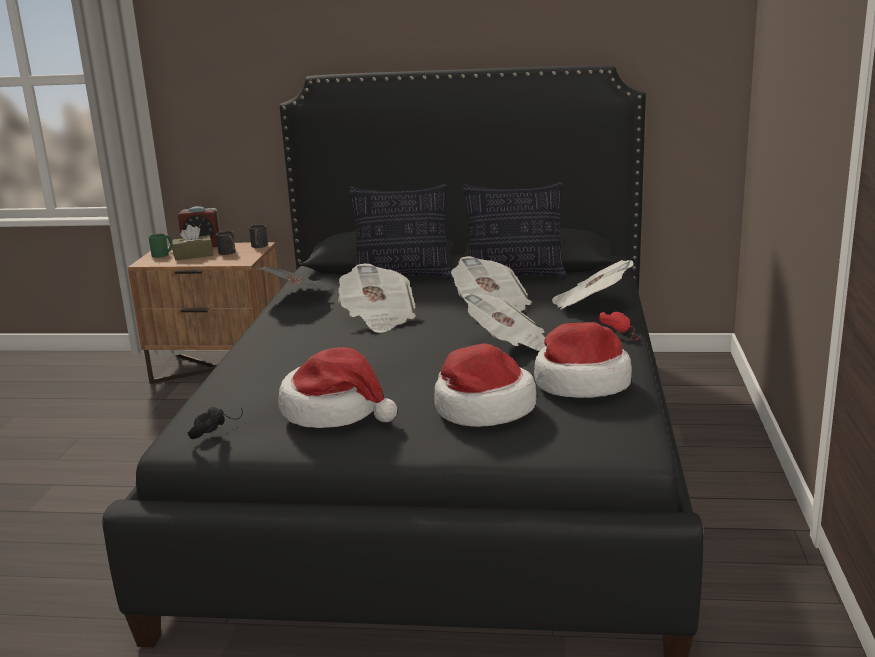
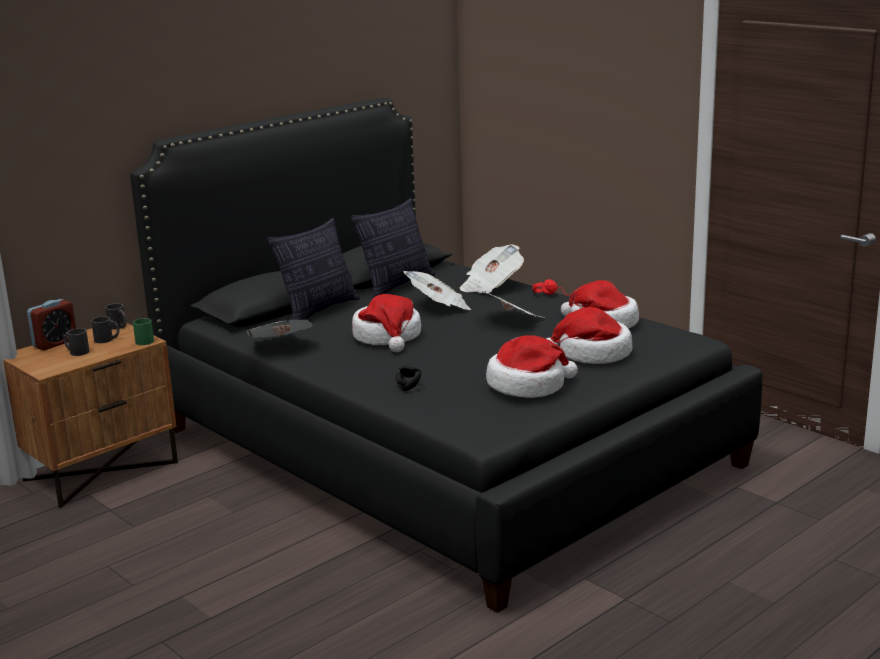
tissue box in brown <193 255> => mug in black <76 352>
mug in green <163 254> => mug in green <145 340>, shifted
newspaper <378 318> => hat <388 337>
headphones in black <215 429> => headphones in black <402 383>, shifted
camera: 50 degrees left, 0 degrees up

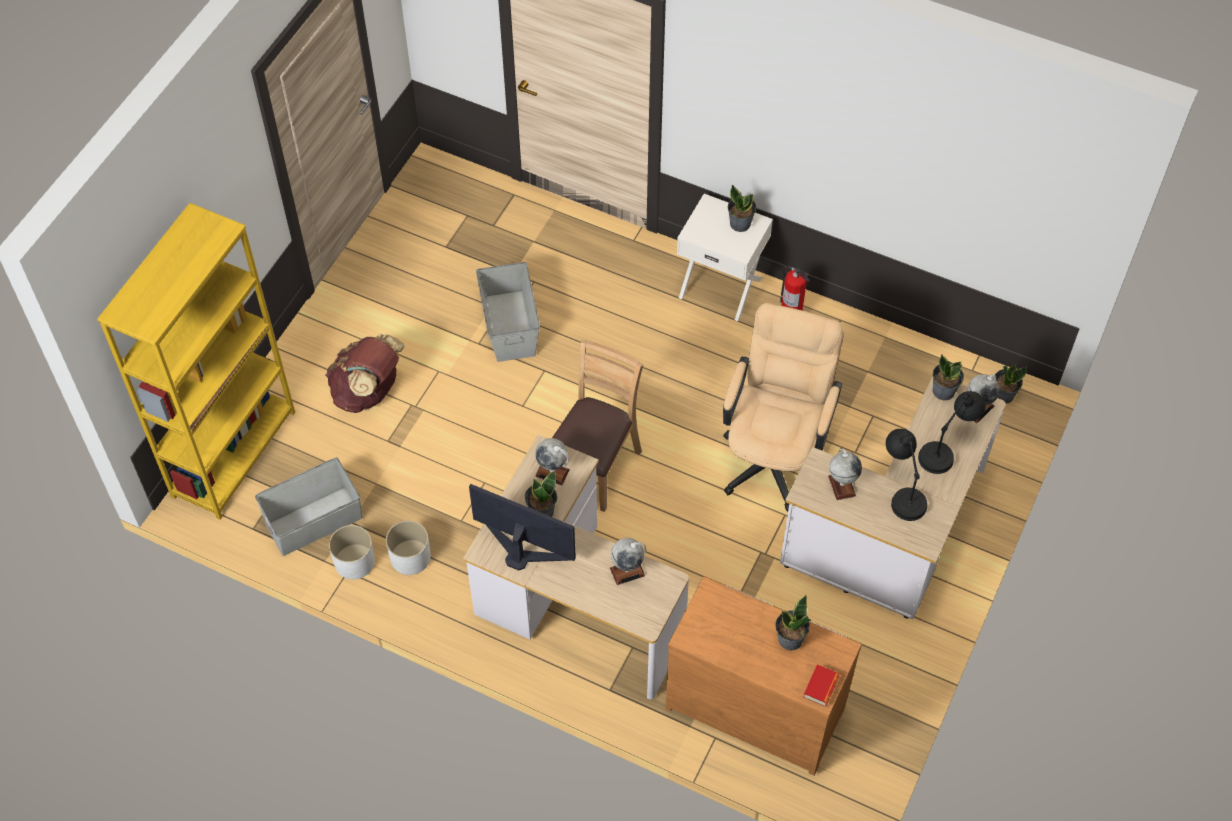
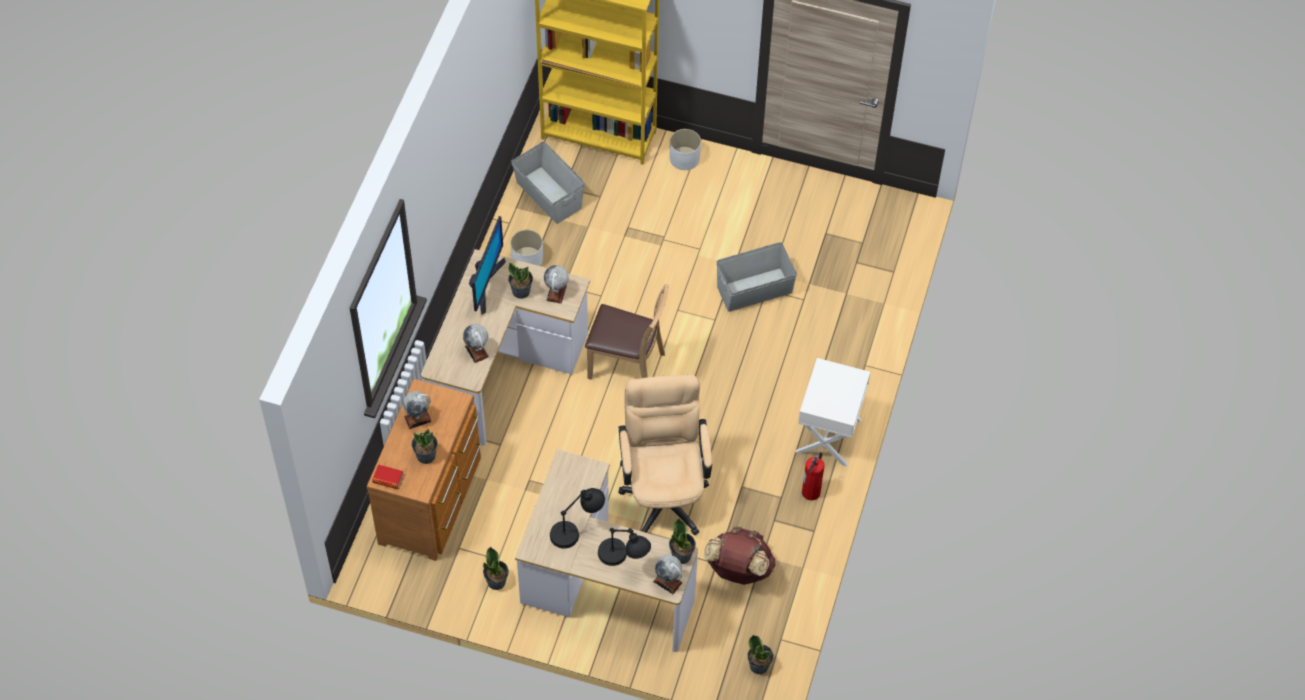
potted plant <740 223> => potted plant <497 582>, shifted
office chair in beige <774 453> => office chair in beige <664 492>, 105 degrees counterclockwise
backpack in brown <368 392> => backpack in brown <738 570>, shifted
globe <841 485> => globe <418 419>, shifted
planter in white <354 561> => planter in white <684 158>, shifted
camera: 80 degrees right, 0 degrees up

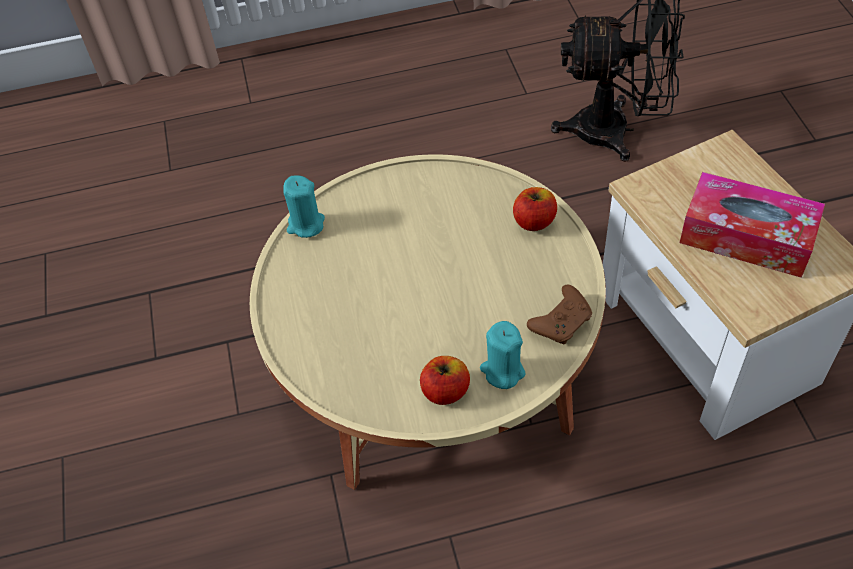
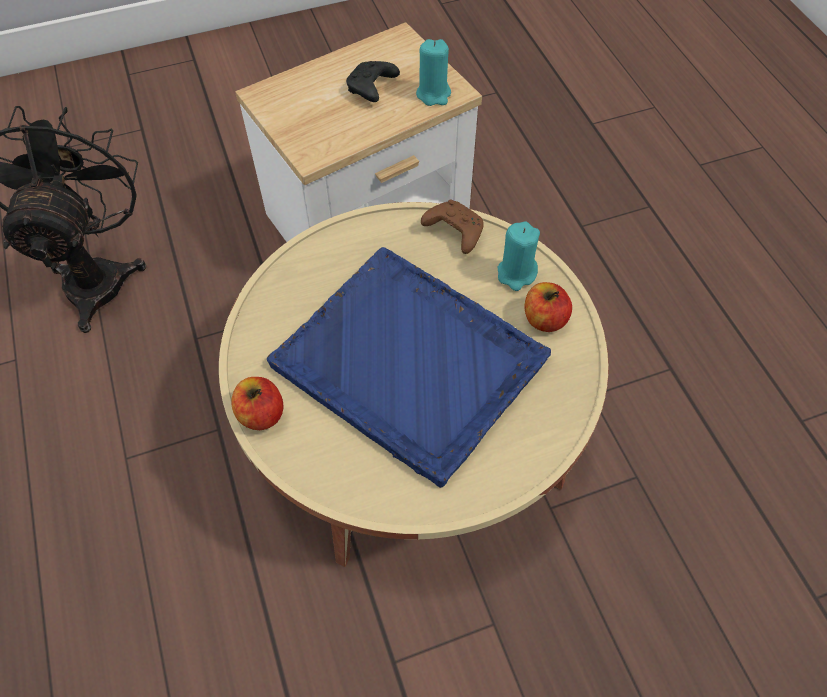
tissue box <746 237> => game controller in black <371 89>
candle in turquoise <305 224> => candle in turquoise <433 94>, shifted
apple <534 221> => apple <261 414>, shifted
nothing => tray in blue <411 364>
camera: 100 degrees left, 5 degrees up

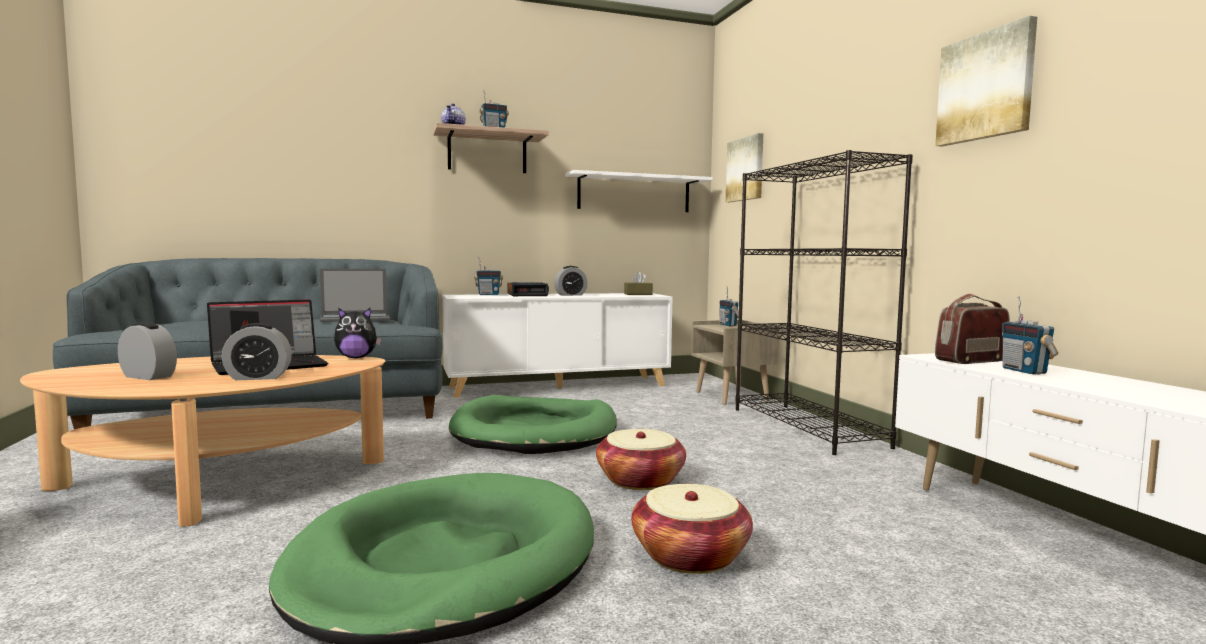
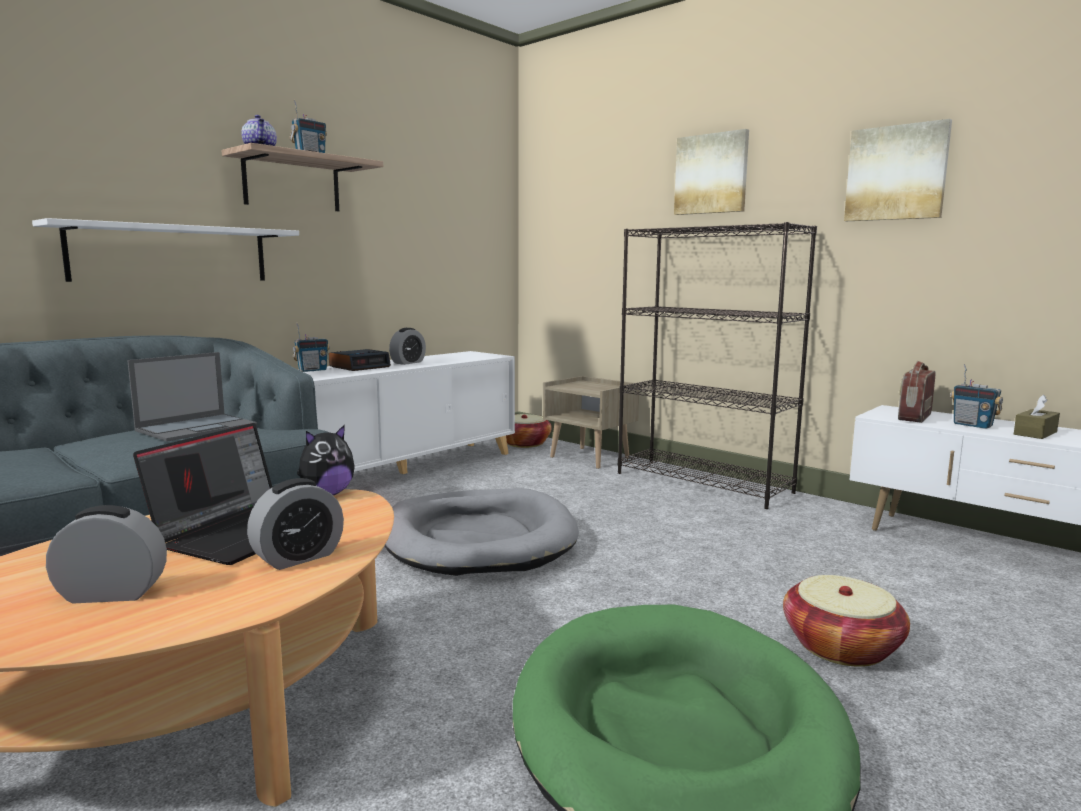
picture <746 169> => picture <711 174>, shifted
shelf in white <634 193> => shelf in white <172 254>, shifted
tissue box in brown <638 294> => tissue box in brown <1035 433>, shifted
radio <728 325> => nothing
dog bed in green <535 432> => dog bed in grey <479 539>
basket <640 480> => basket <524 443>, shifted
camera: 30 degrees left, 5 degrees up

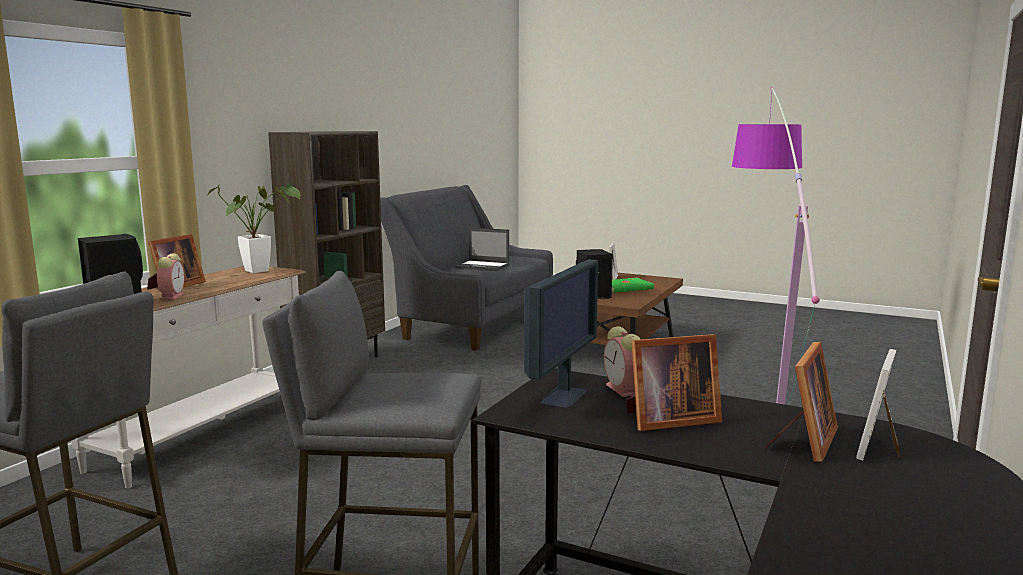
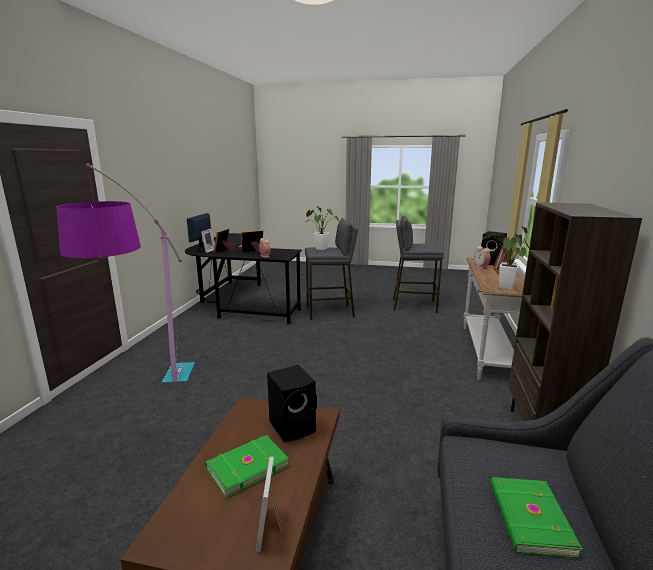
laptop <483 266> => book in green <529 518>
monitor <564 395> => monitor <201 249>, shifted
nothing => potted plant <319 248>
camera: 165 degrees right, 5 degrees up

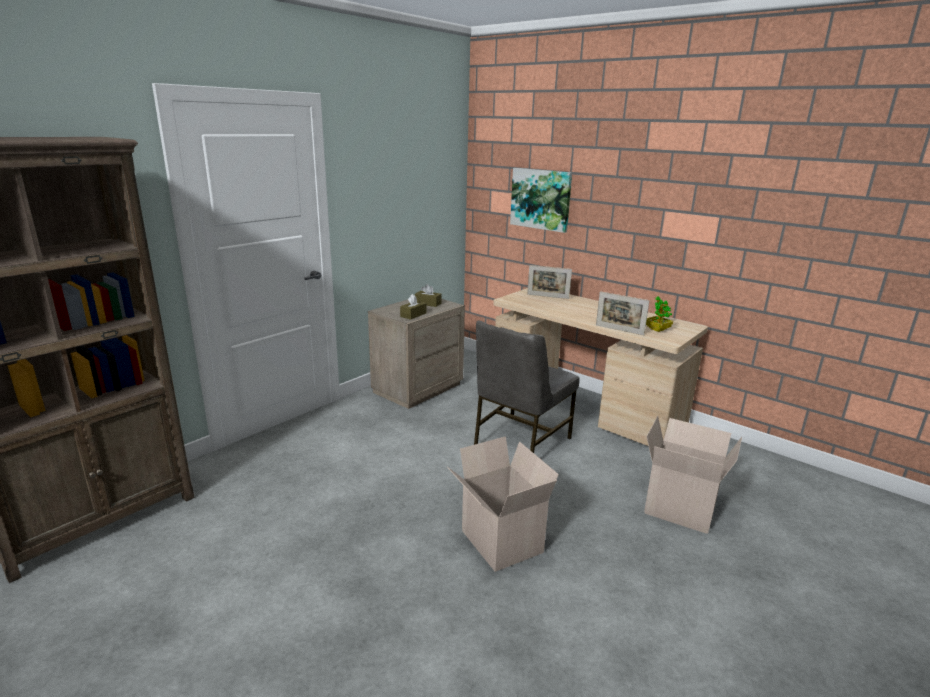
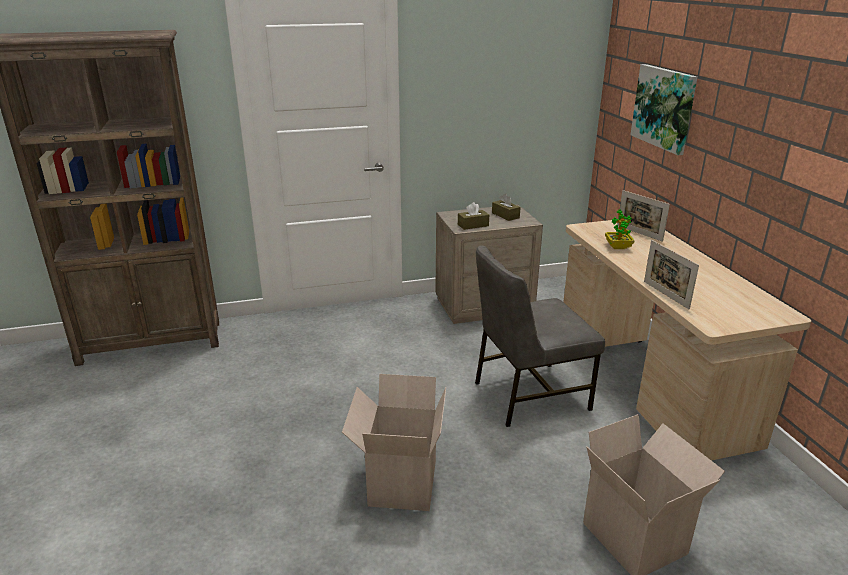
potted plant <657 329> => potted plant <618 247>, shifted
camera: 35 degrees right, 5 degrees up

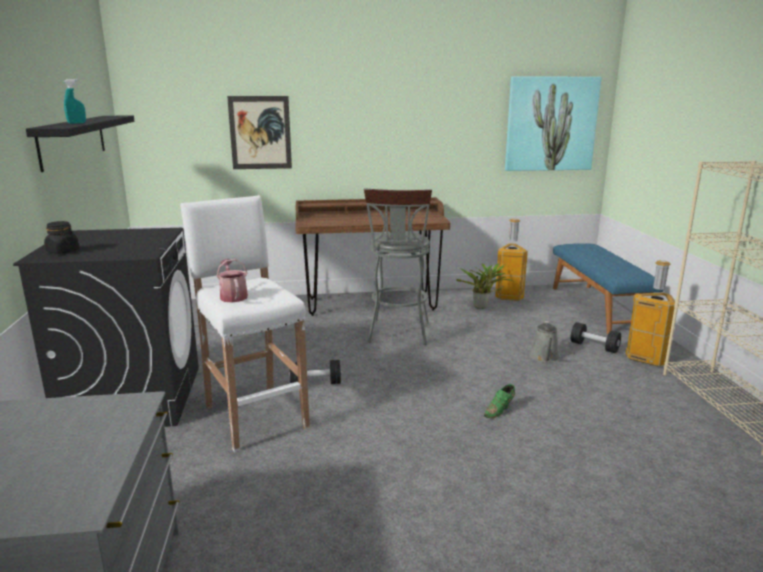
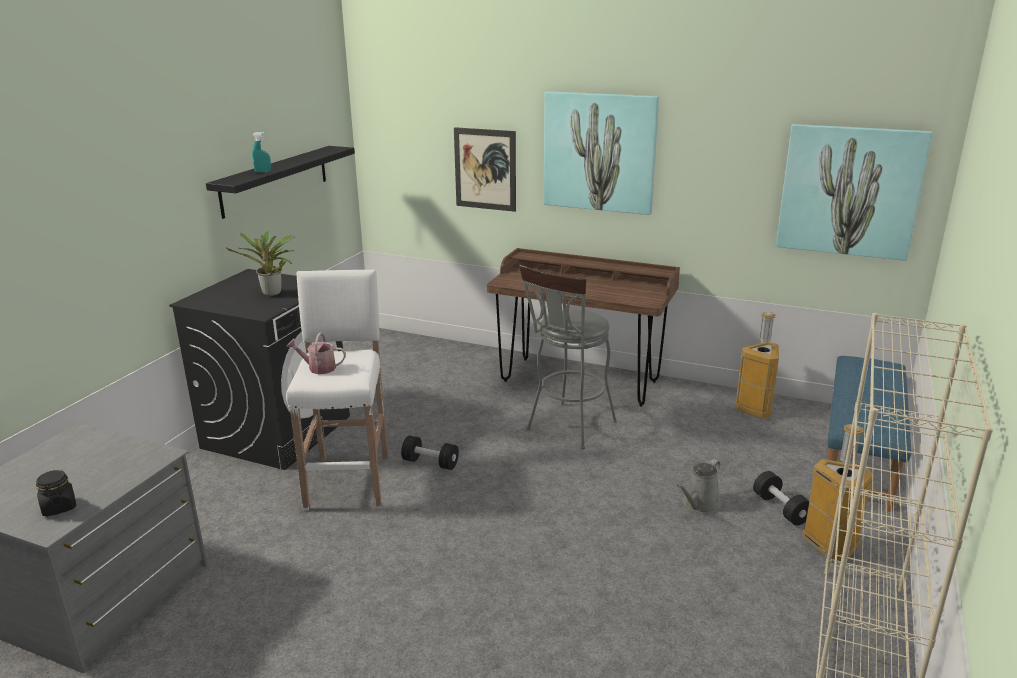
jar in black <62 251> => jar in black <59 507>, shifted
watering can <233 296> => watering can <318 368>, 90 degrees counterclockwise
potted plant <482 307> => potted plant <272 294>, shifted
shoe in green <500 410> => nothing
nothing => picture <599 152>
camera: 30 degrees right, 5 degrees up

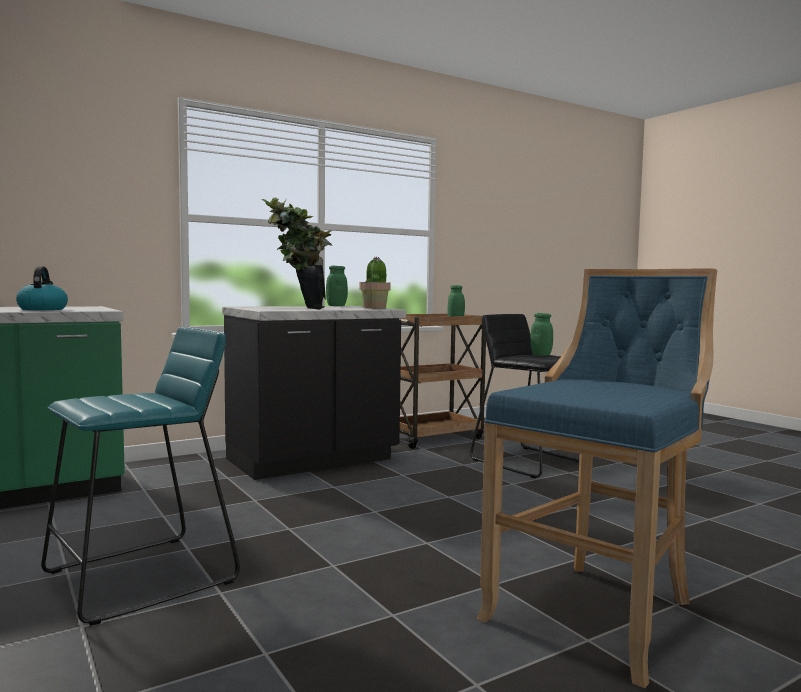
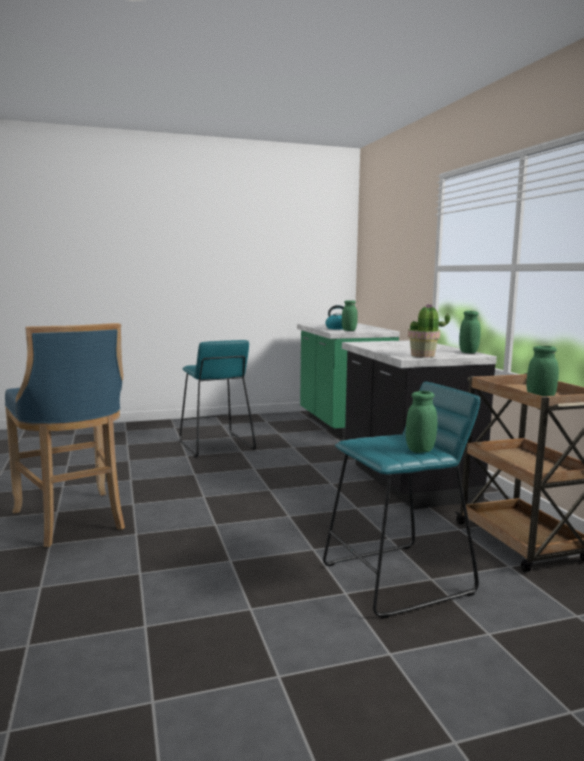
potted plant <297 308> => nothing
stool in black <529 462> => stool in turquoise <397 579>
nothing => jar in green <349 330>
camera: 105 degrees right, 5 degrees up

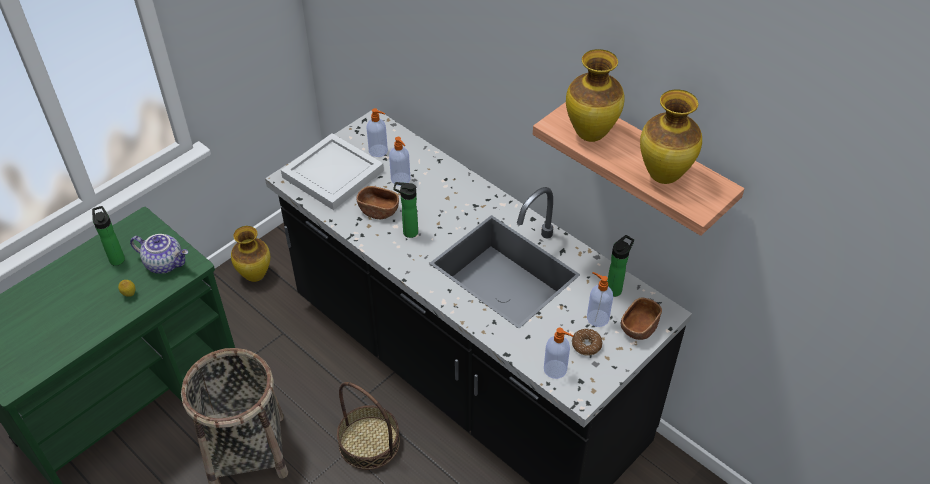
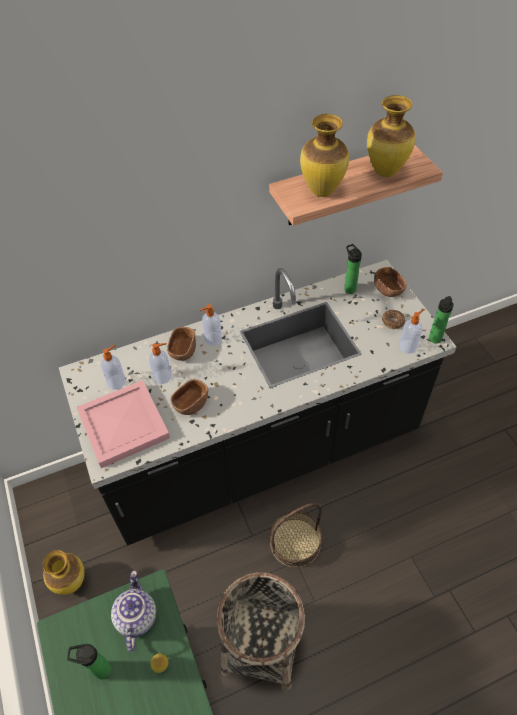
tray in white <331 174> => tray in pink <123 426>
bottle <408 232> => bottle <434 340>, shifted
teapot <165 263> => teapot <135 617>, 45 degrees counterclockwise
soap dispenser <597 318> => soap dispenser <212 339>, shifted
nothing => bowl in brown <183 351>
camera: 65 degrees left, 5 degrees up

